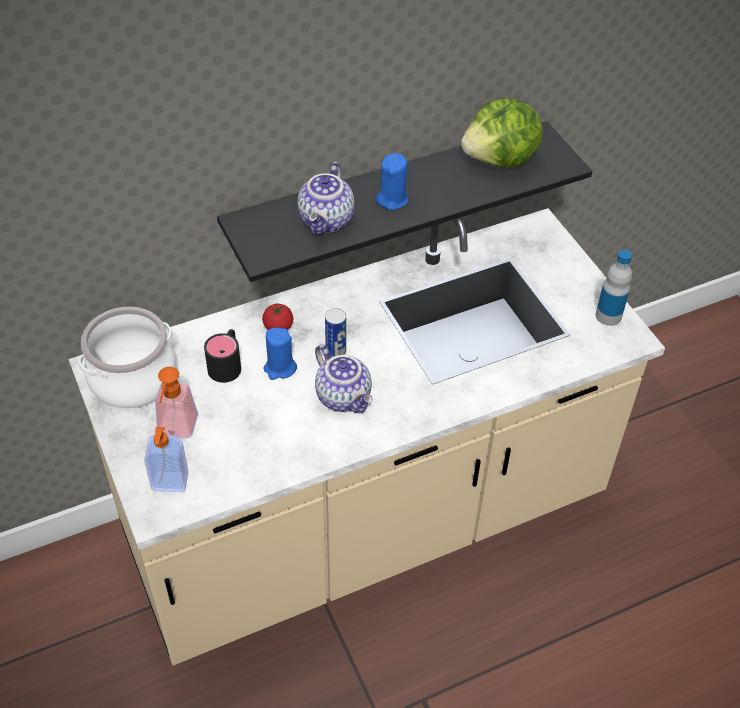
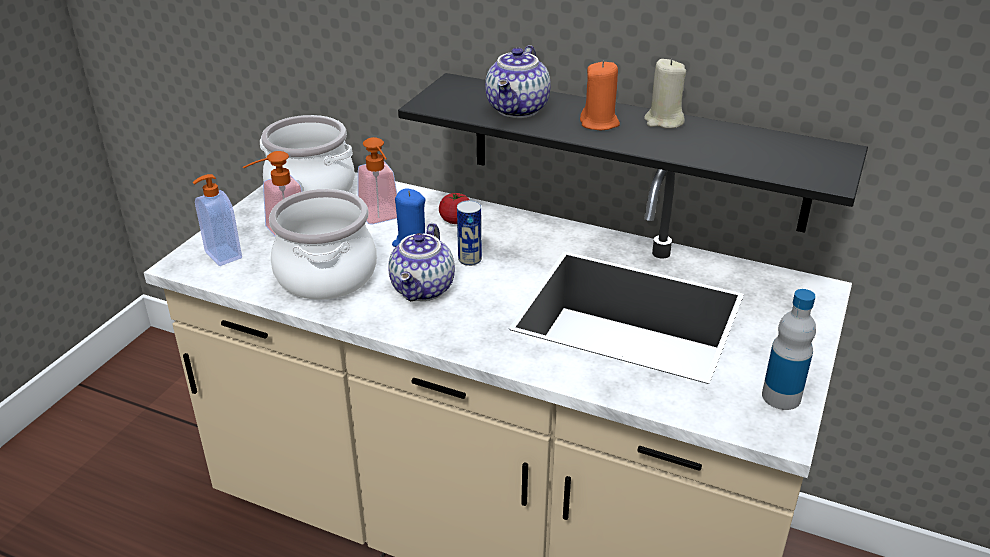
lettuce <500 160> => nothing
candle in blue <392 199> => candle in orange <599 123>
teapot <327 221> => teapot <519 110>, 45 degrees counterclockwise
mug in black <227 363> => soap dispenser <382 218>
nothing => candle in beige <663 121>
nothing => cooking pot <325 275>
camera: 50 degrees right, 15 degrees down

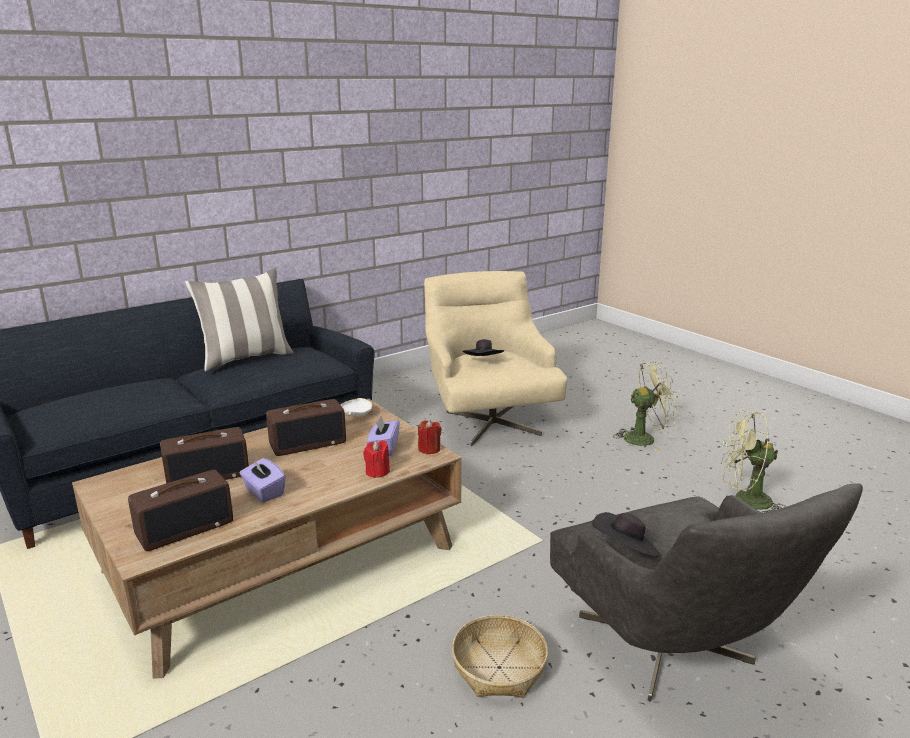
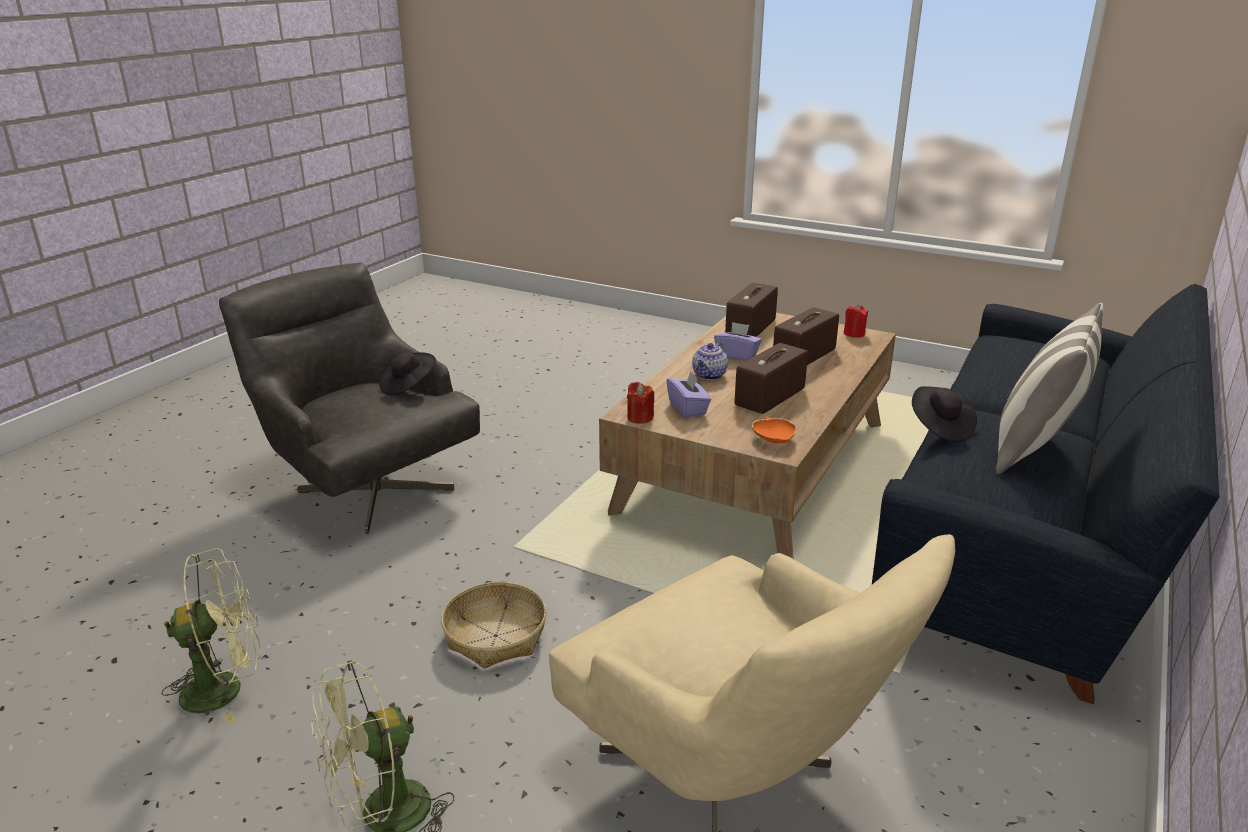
hat in black <483 362> => hat in black <940 428>, shifted
bowl in white <356 414> => bowl in orange <773 439>
candle in red <377 472> => candle in red <854 333>, shifted
basket <499 668> => basket <495 635>, shifted
nothing => teapot <709 376>
camera: 155 degrees right, 5 degrees up

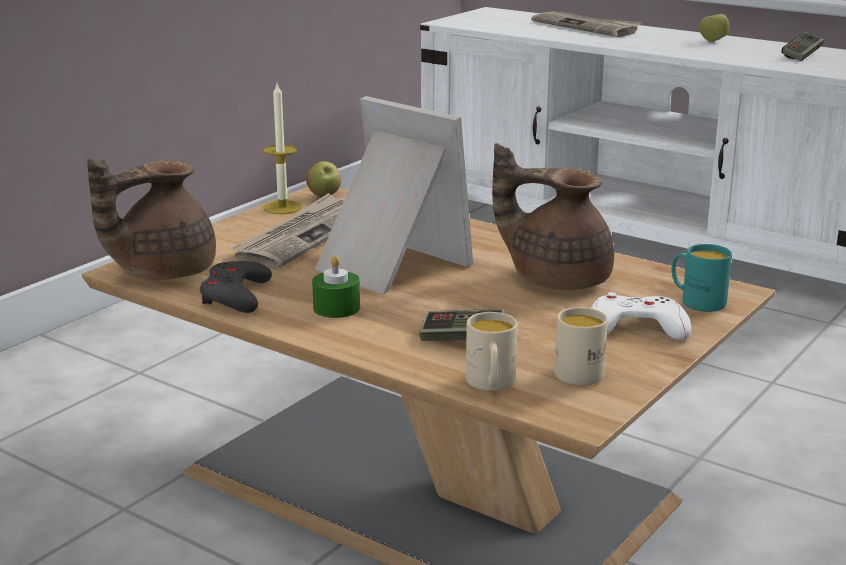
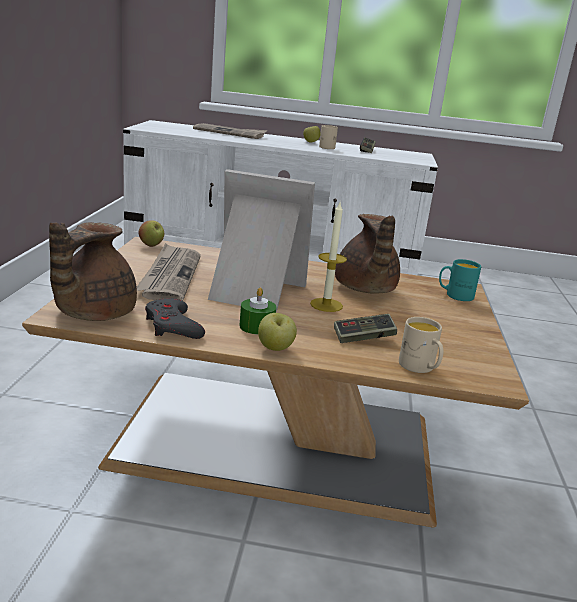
candle <283 207> => candle <326 305>, shifted
teapot in brown <556 278> => teapot in brown <364 289>, 90 degrees counterclockwise
game controller in white <635 327> => nothing
mug in beige <580 370> => mug in beige <326 147>, shifted
nothing => apple <275 349>
camera: 30 degrees left, 0 degrees up

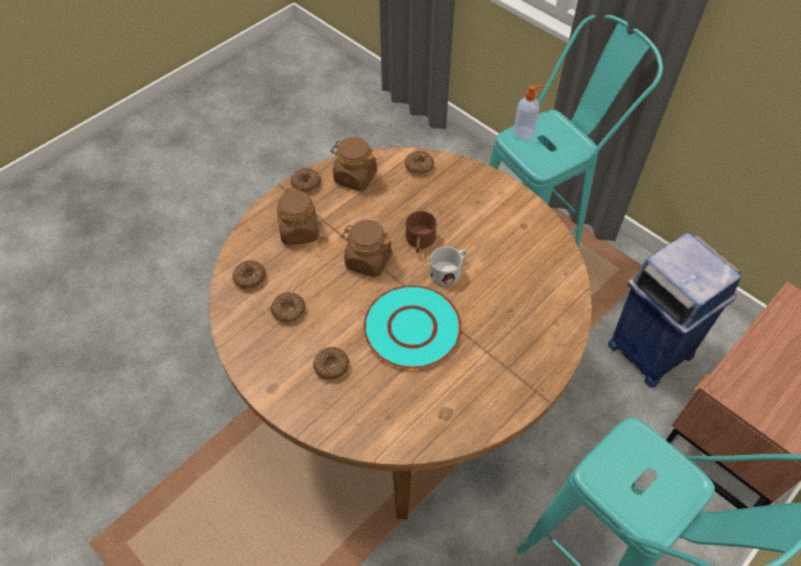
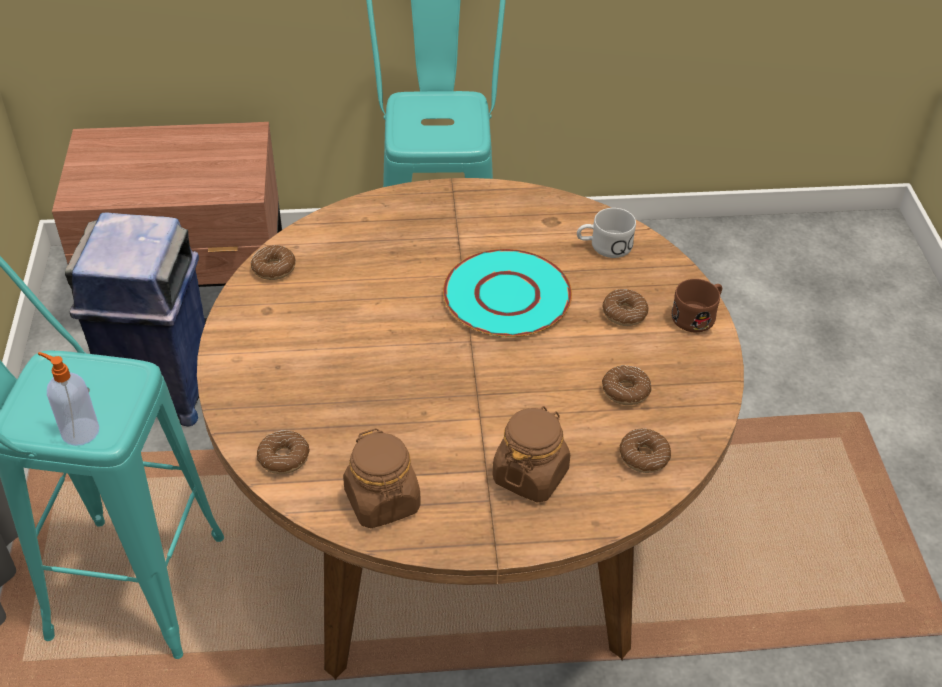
donut <306 184> => donut <274 268>, shifted
mug in brown <419 242> => mug in brown <698 315>, shifted
jar in brown <367 260> => nothing
mug in white <449 270> => mug in white <604 246>, shifted
camera: 140 degrees left, 10 degrees down

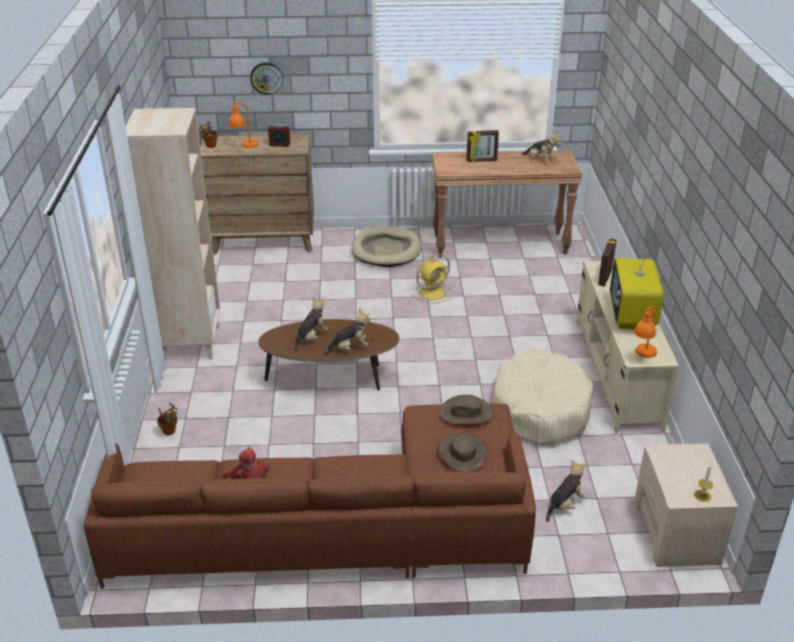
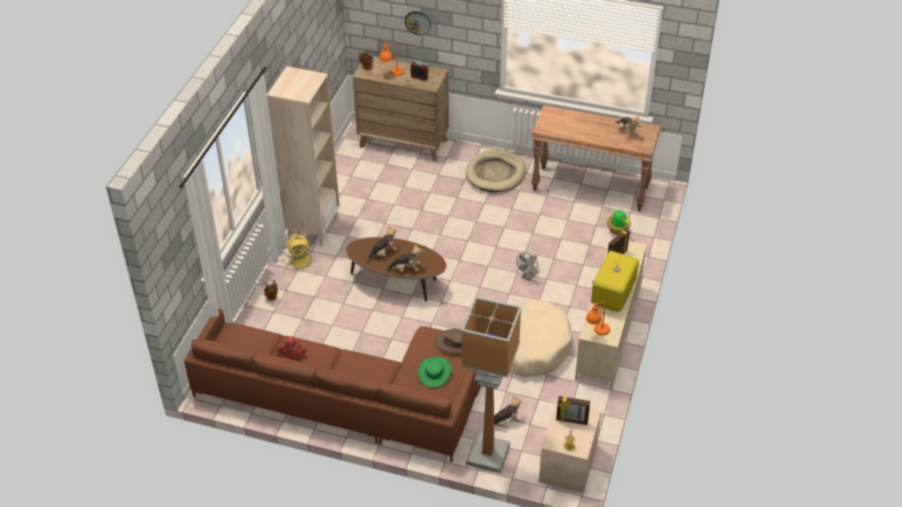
picture frame <481 160> => picture frame <571 421>, shifted
fan in yellow <433 292> => fan in yellow <301 260>, shifted
hat in brown <462 453> => hat in green <435 372>
nothing => potted plant <618 231>
nothing => fan in grey <528 276>
nothing => floor lamp <487 455>
camera: 20 degrees right, 10 degrees up

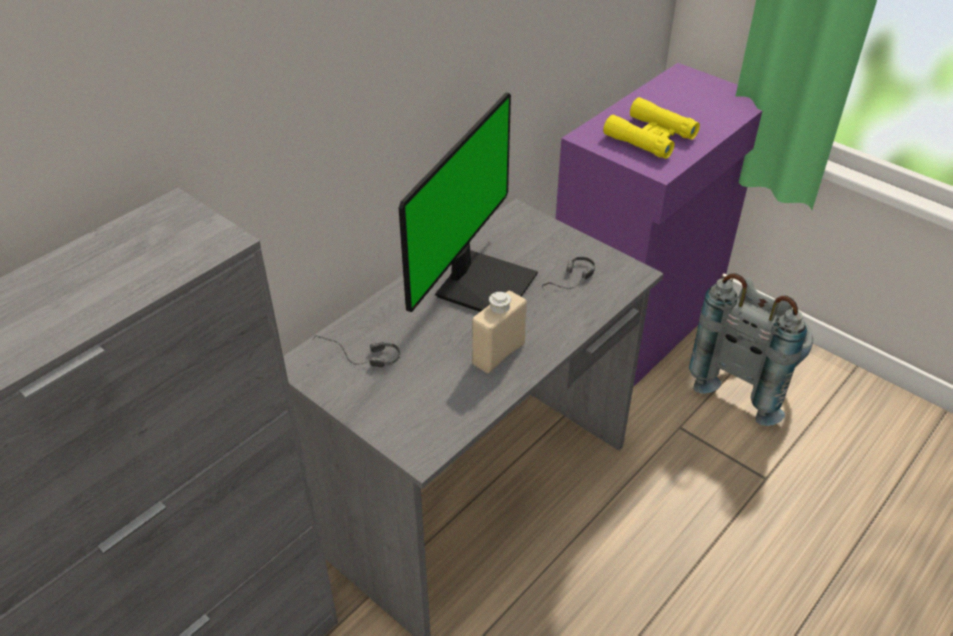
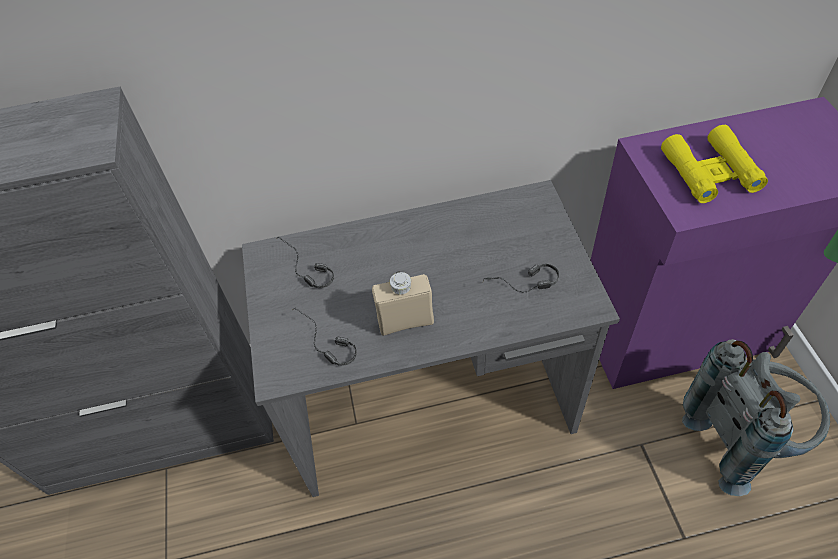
monitor <483 284> => nothing
nothing => headphones <322 344>
camera: 40 degrees right, 10 degrees up

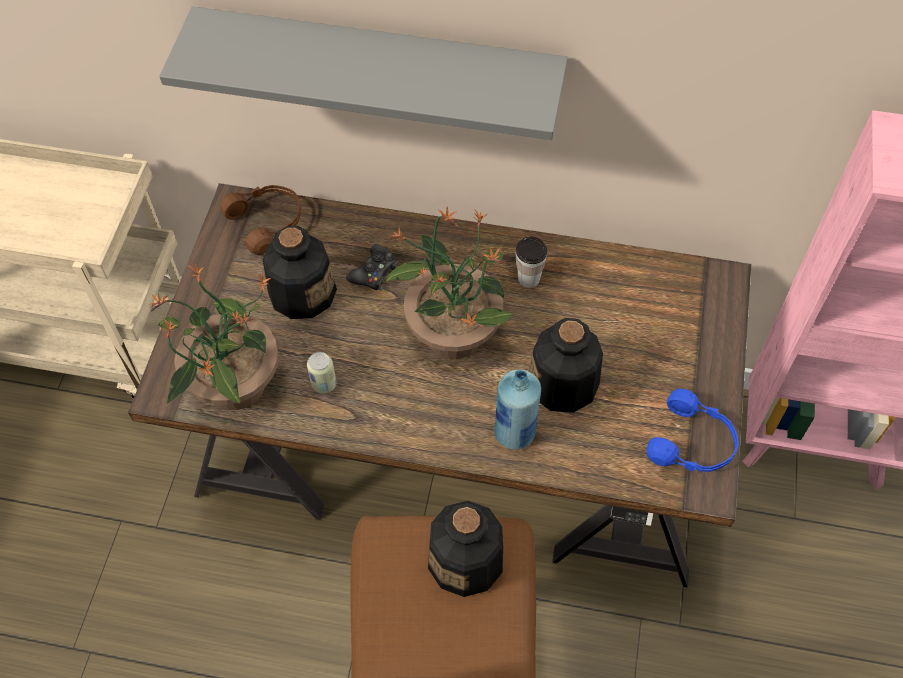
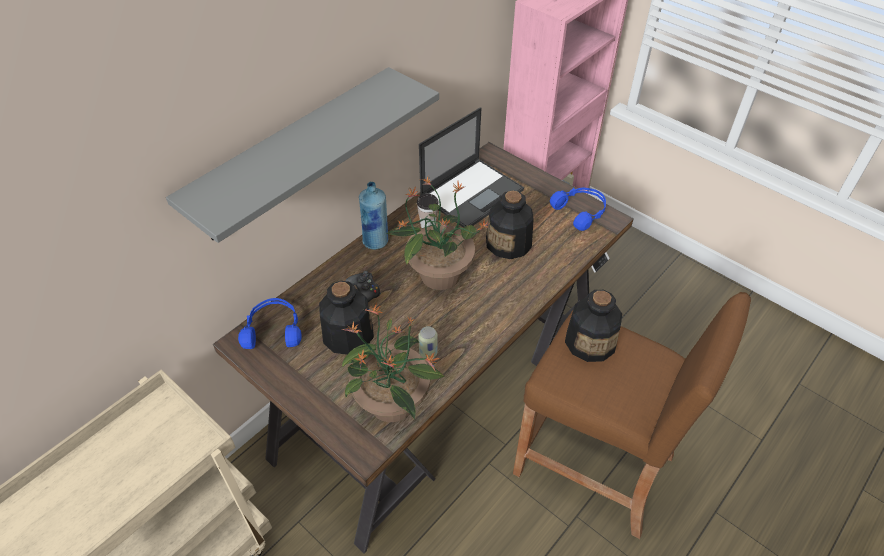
headphones in brown <268 222> => headphones in blue <273 329>
bottle in blue <514 433> => bottle in blue <376 241>, shifted
nothing => laptop <472 193>
camera: 60 degrees left, 10 degrees down

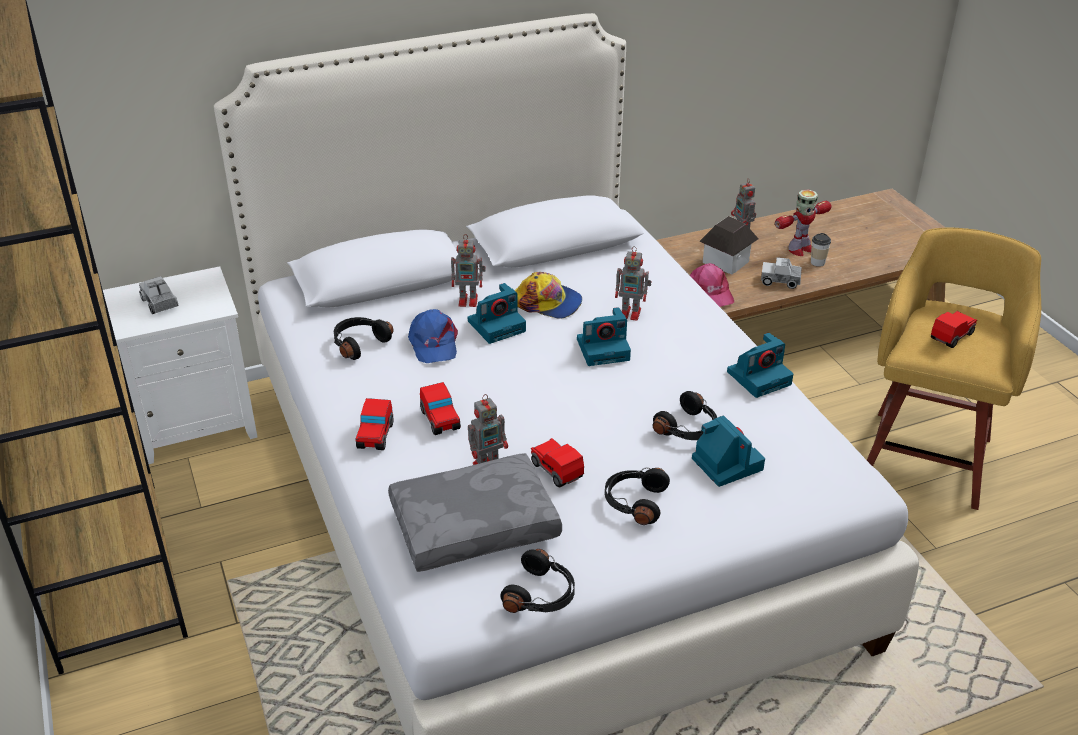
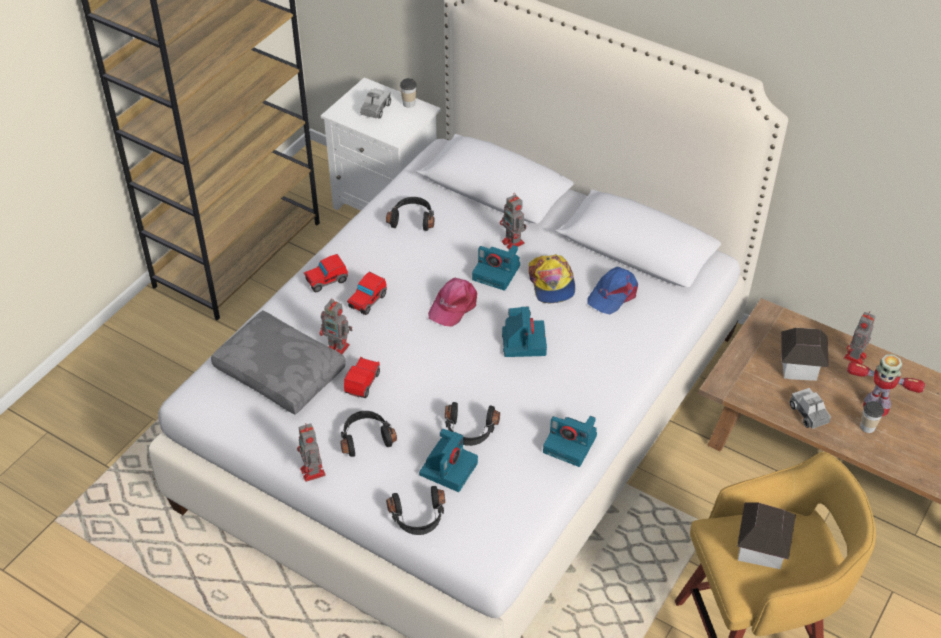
toy robot <631 313> => toy robot <313 473>, shifted
cap in pink <709 292> => cap in pink <453 305>, shifted
photo camera <604 349> => photo camera <523 341>, 135 degrees counterclockwise
cap in blue <433 343> => cap in blue <613 294>, shifted
toy car <951 336> => toy house <761 548>
headphones in black <541 595> => headphones in black <418 518>, shifted
nothing => cup <409 103>
camera: 55 degrees right, 10 degrees up

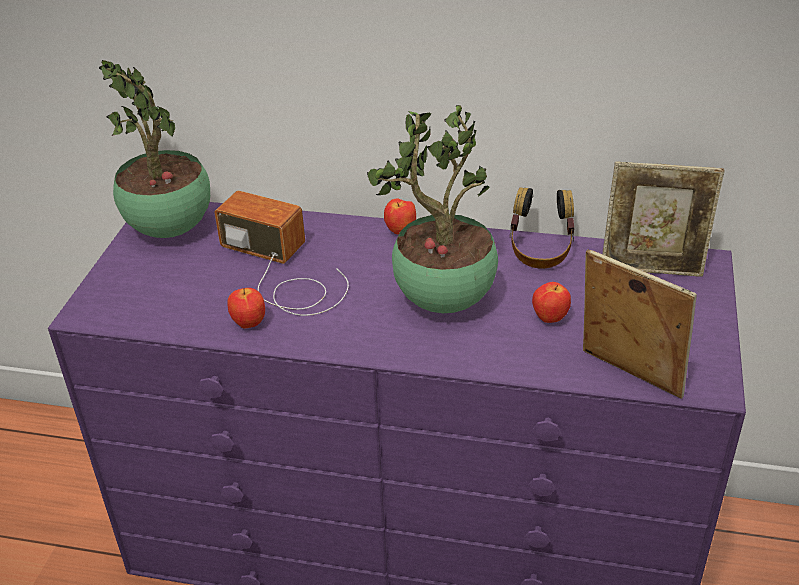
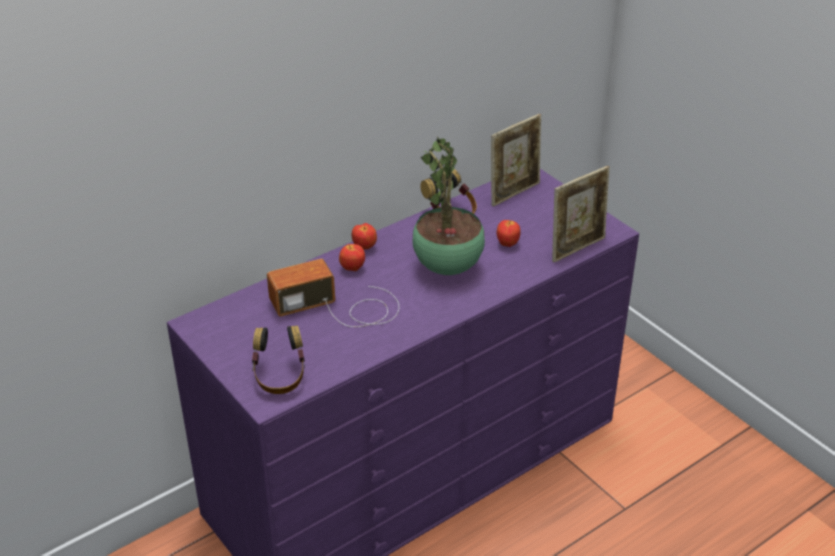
potted plant <172 230> => nothing
picture frame <627 375> => picture frame <577 248>, 150 degrees clockwise
apple <248 323> => apple <352 268>, shifted
nothing => headphones <280 377>
camera: 50 degrees left, 0 degrees up

